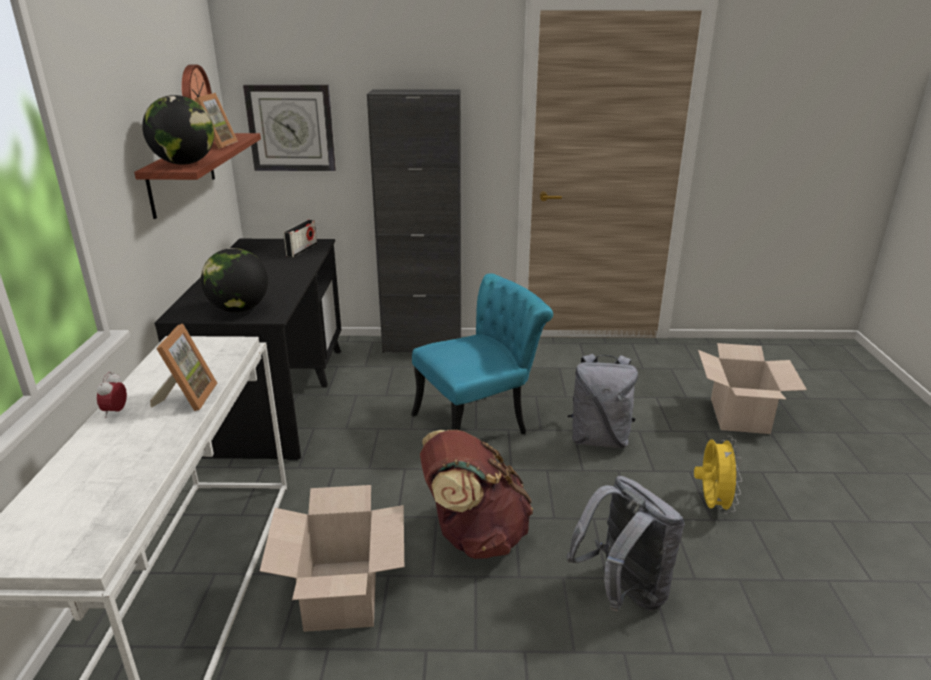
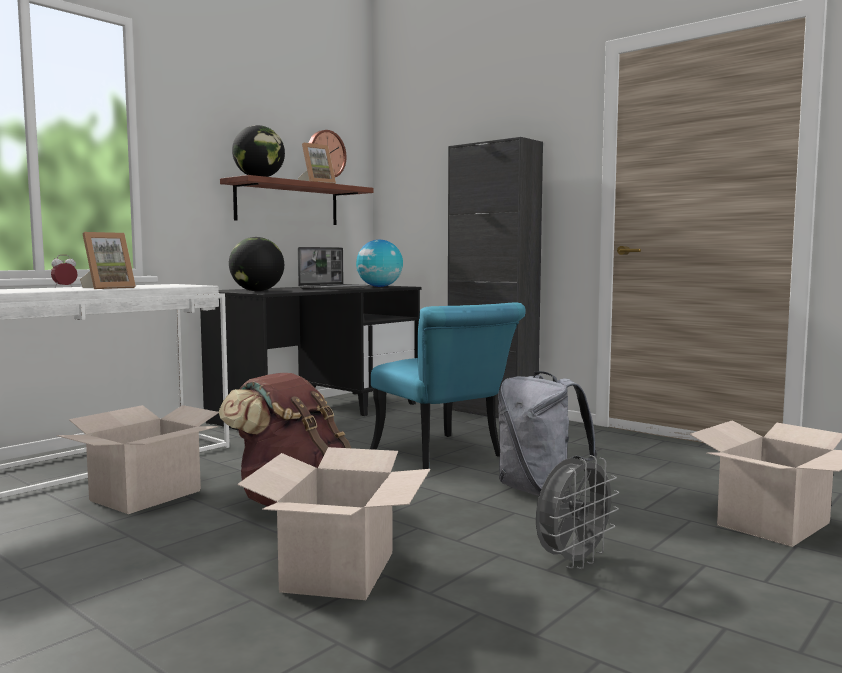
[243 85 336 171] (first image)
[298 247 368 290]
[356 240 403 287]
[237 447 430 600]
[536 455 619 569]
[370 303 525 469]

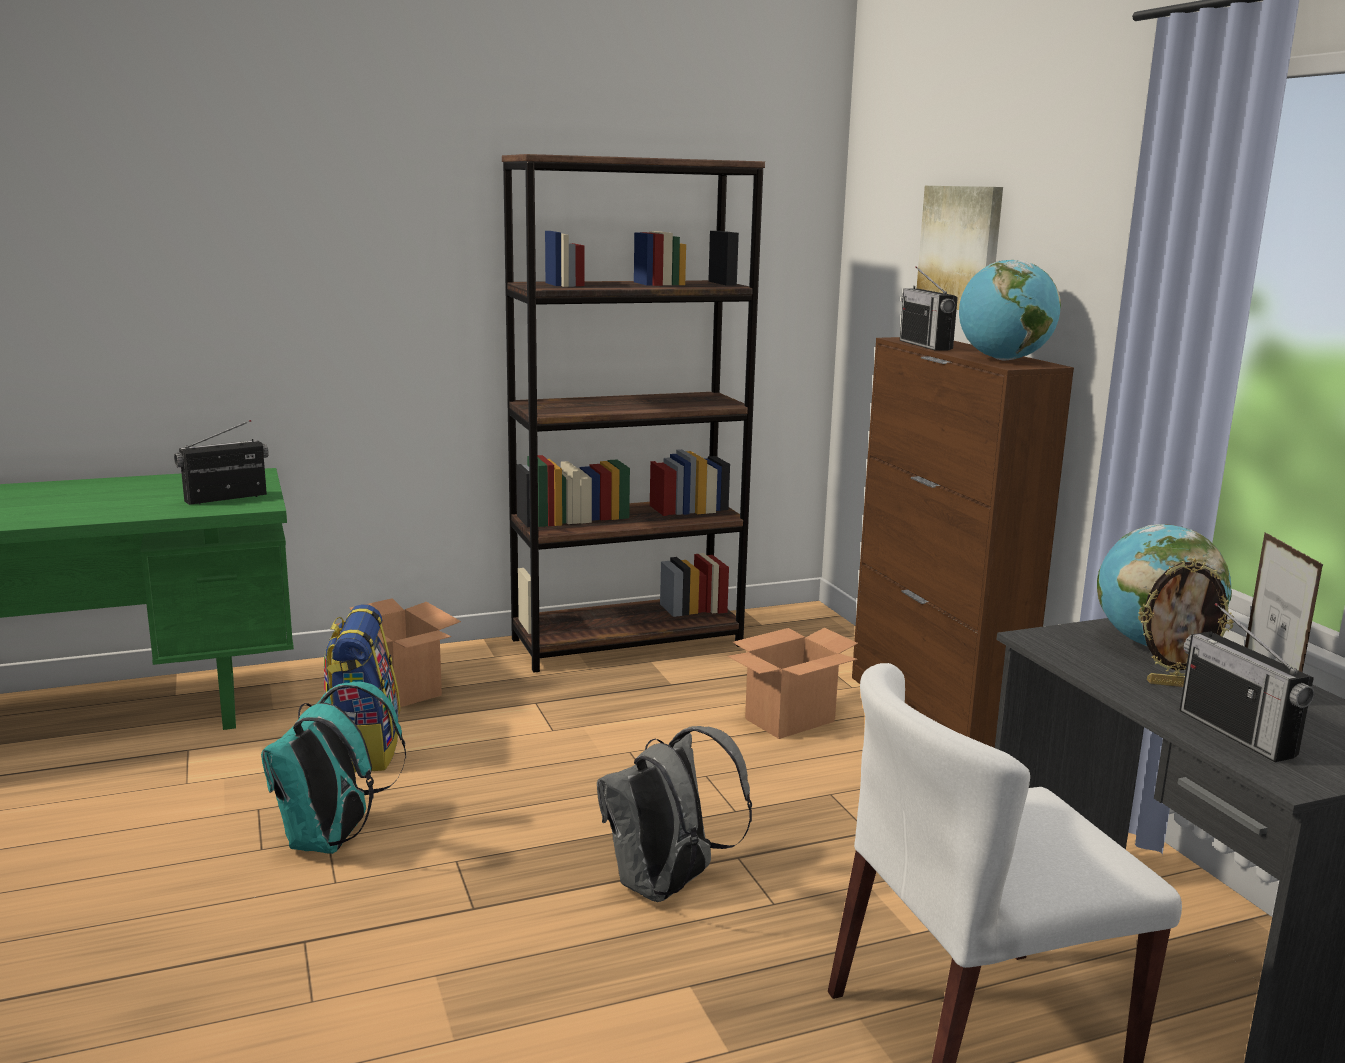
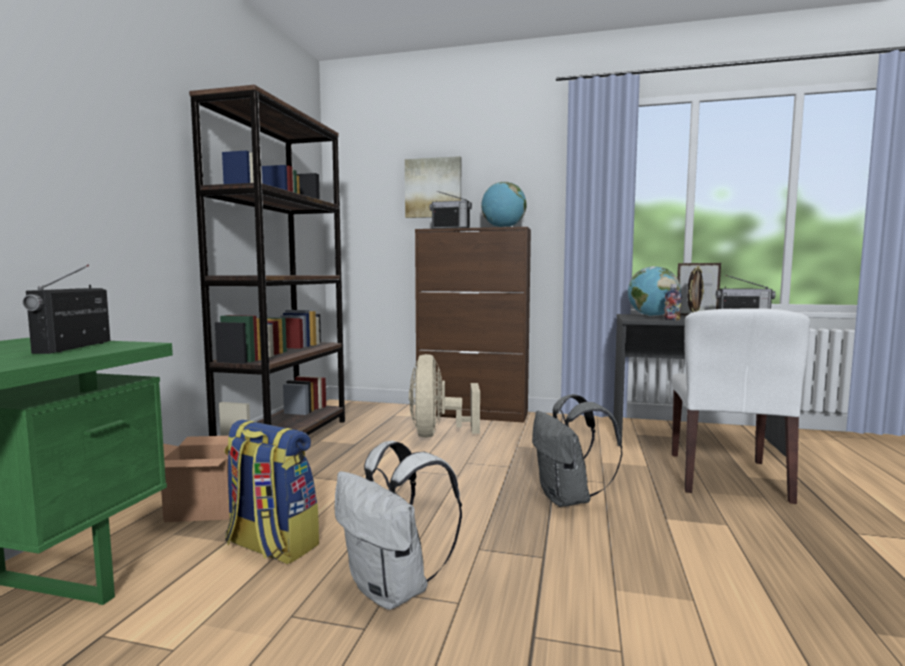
[664 284 682 321]
[409 354 480 438]
[334 441 462 610]

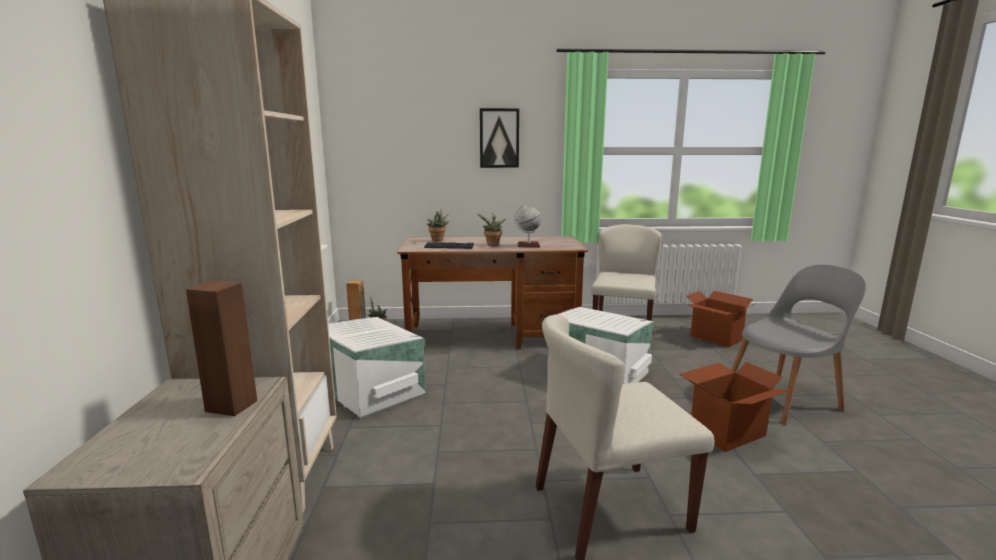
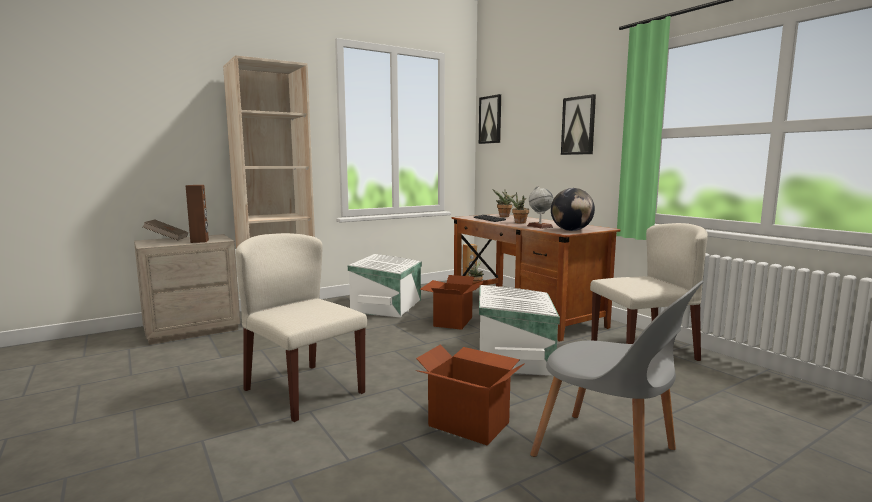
[143 220 188 240]
[479 94 501 144]
[551 188 595 231]
[420 275 485 330]

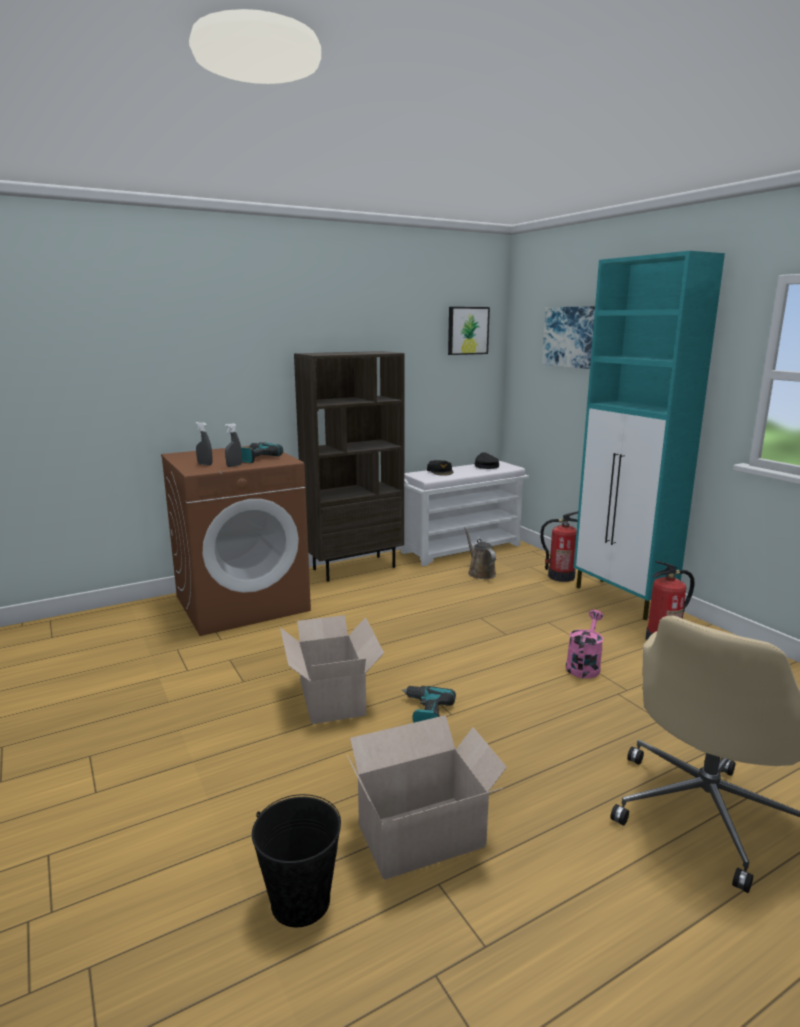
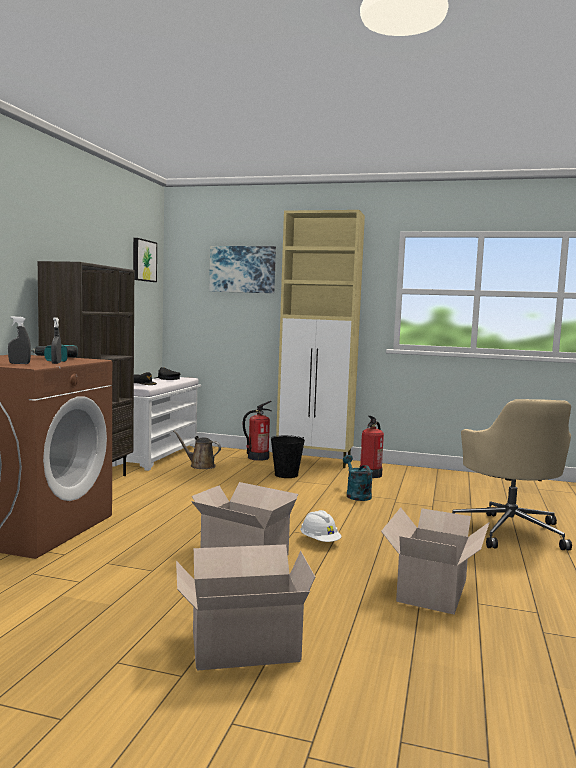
[176 544 315 671]
[271 435 305 478]
[300 510 342 542]
[343 455 373 501]
[276 210 365 468]

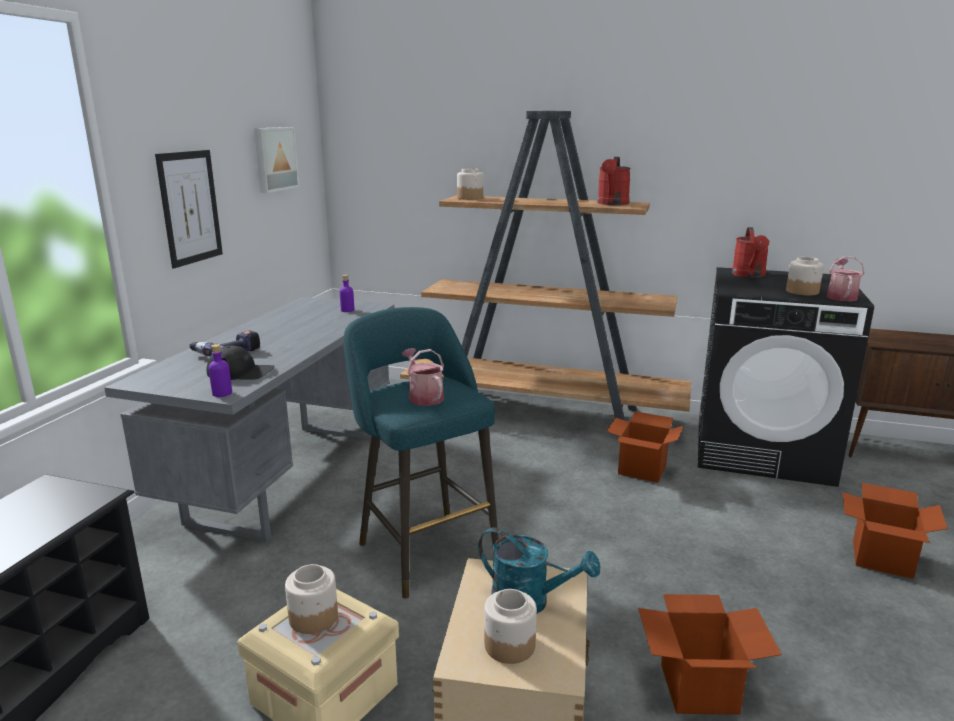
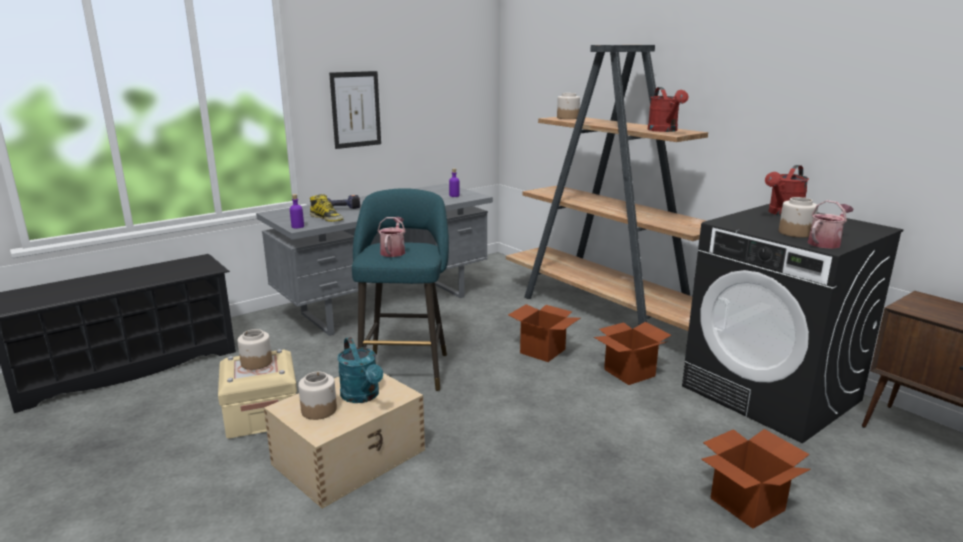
[254 127 300 193] (first image)
[508 304 580 362]
[310 194 343 222]
[647 87 688 132]

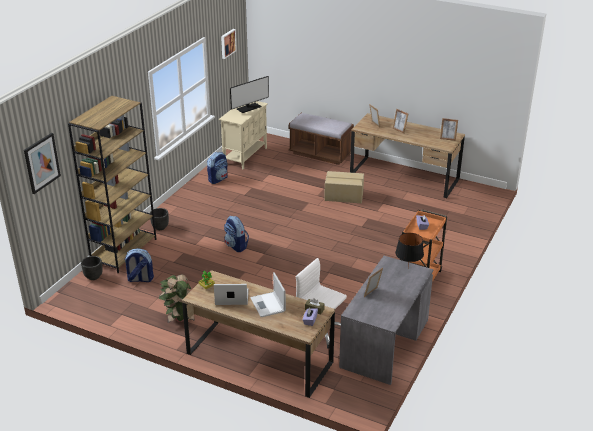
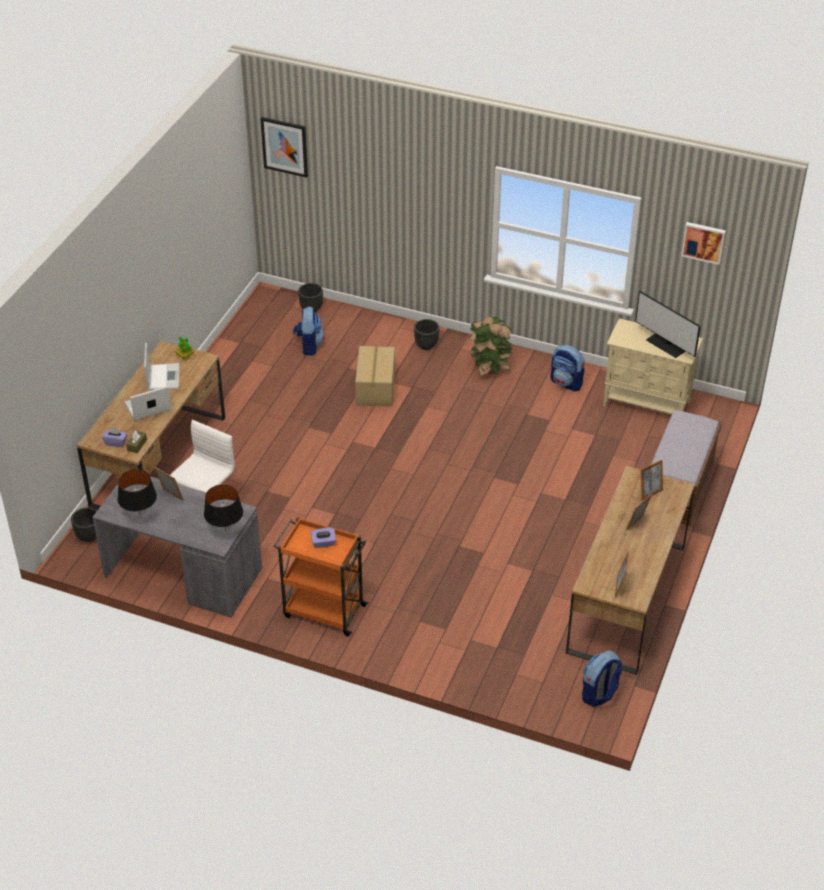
[68 96 157 273] (first image)
[71 507 97 542]
[118 469 157 516]
[468 316 513 377]
[582 650 623 707]
[355 346 395 407]

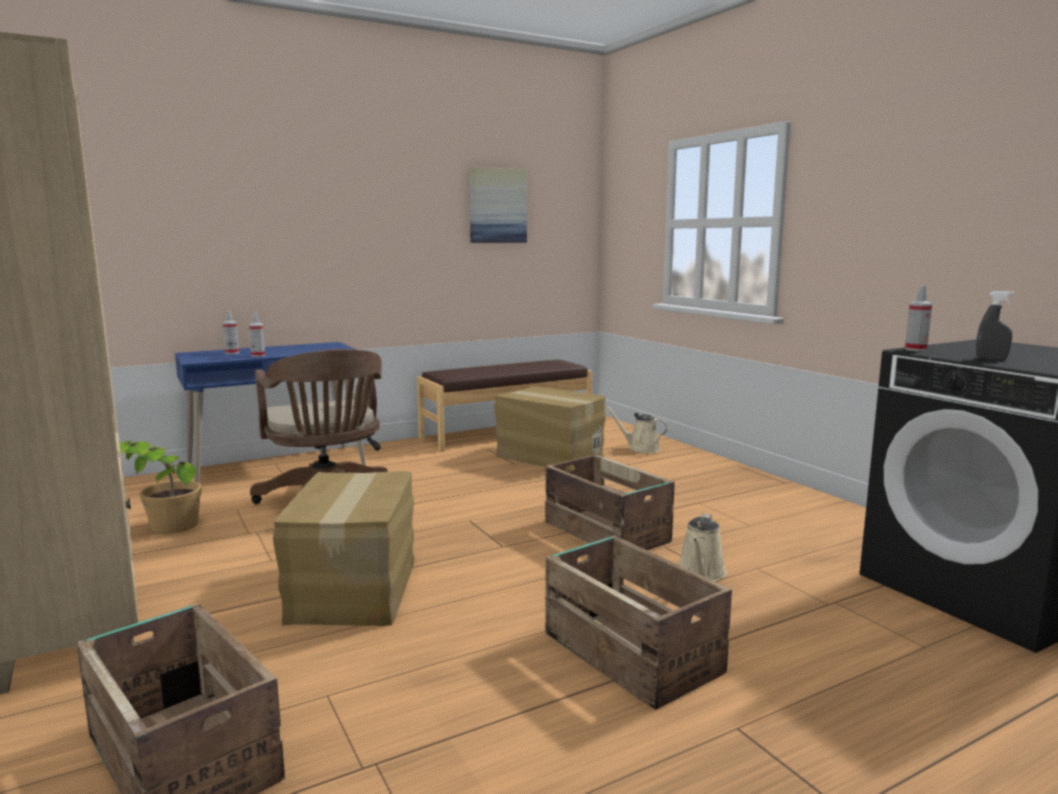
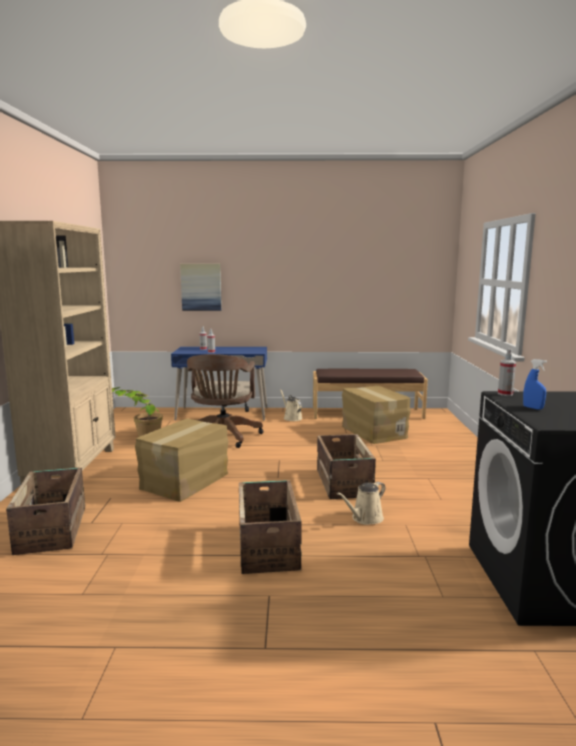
[180 264 222 311]
[280 389 302 421]
[523 359 547 410]

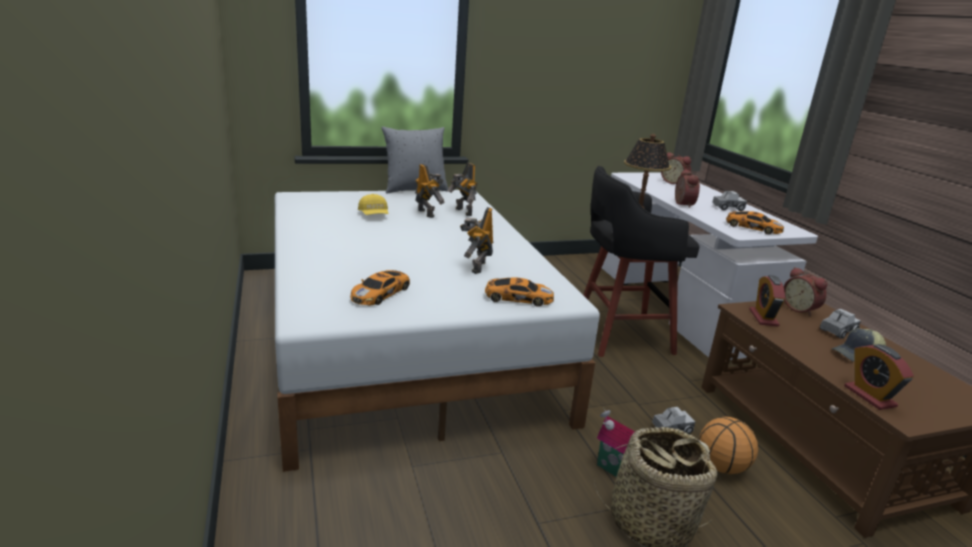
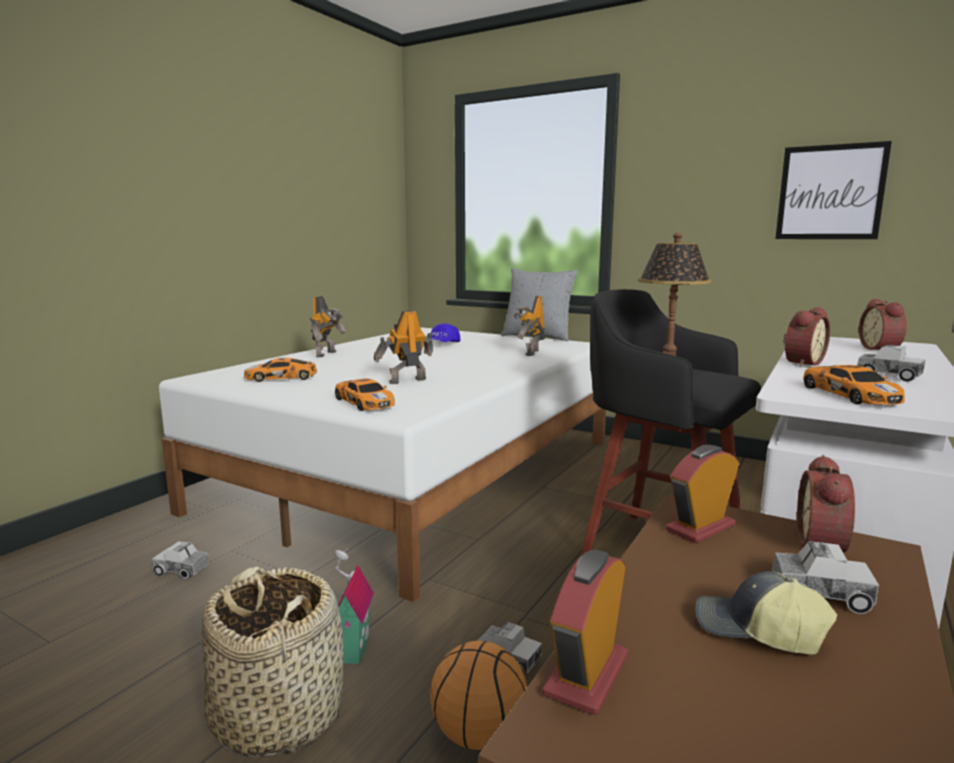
[152 541 210 580]
[775 141 892 239]
[310 296 346 357]
[431 324 461 342]

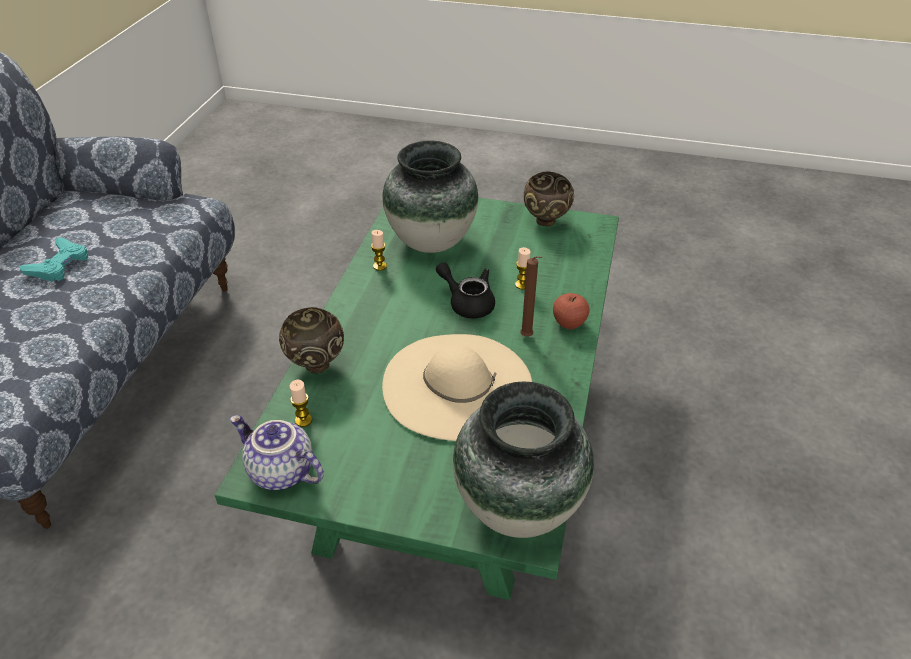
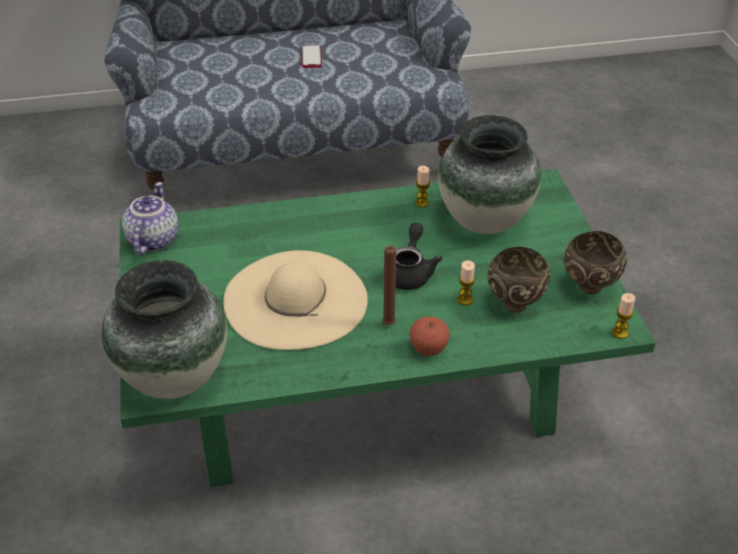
[488 247 550 312]
[612 293 636 339]
[301 45 322 68]

